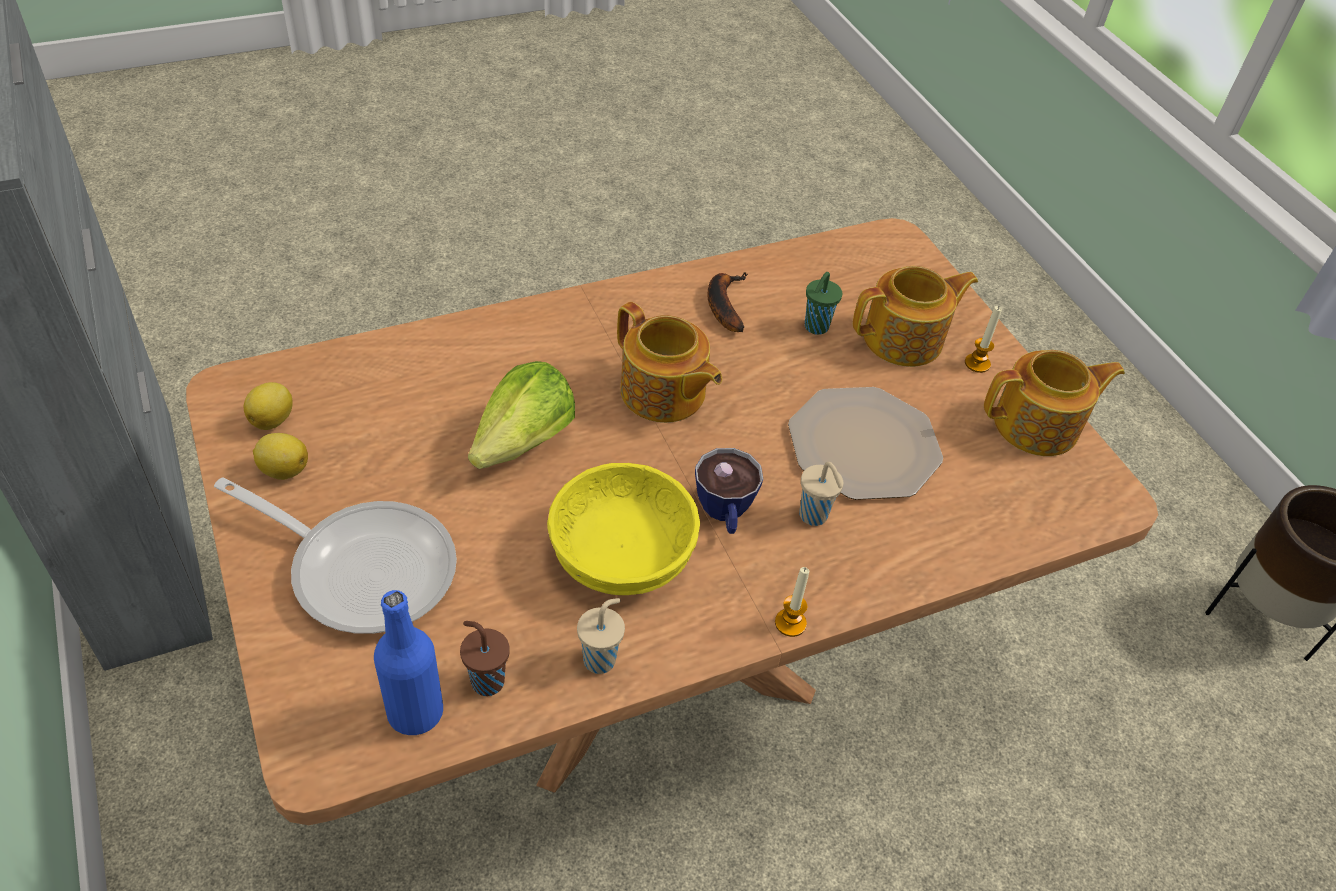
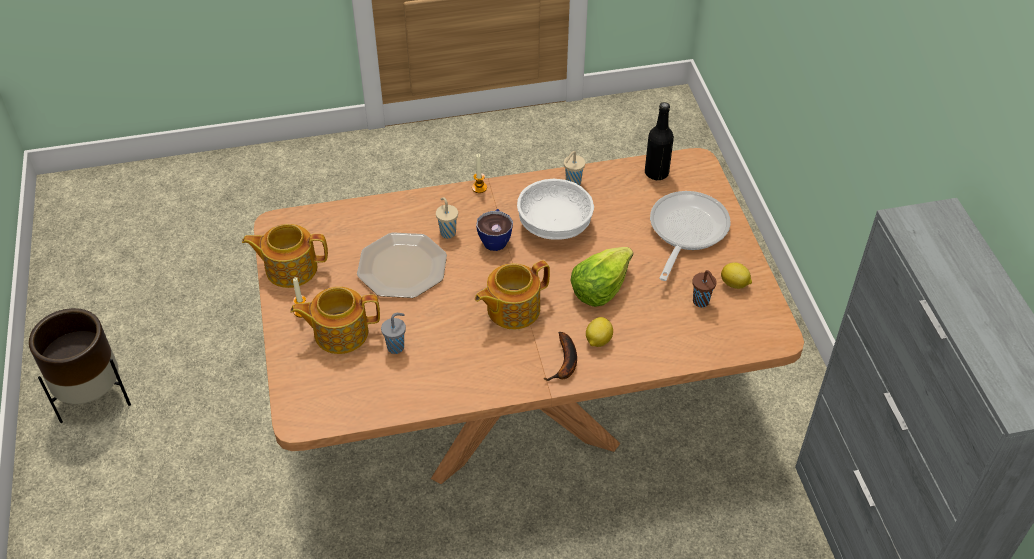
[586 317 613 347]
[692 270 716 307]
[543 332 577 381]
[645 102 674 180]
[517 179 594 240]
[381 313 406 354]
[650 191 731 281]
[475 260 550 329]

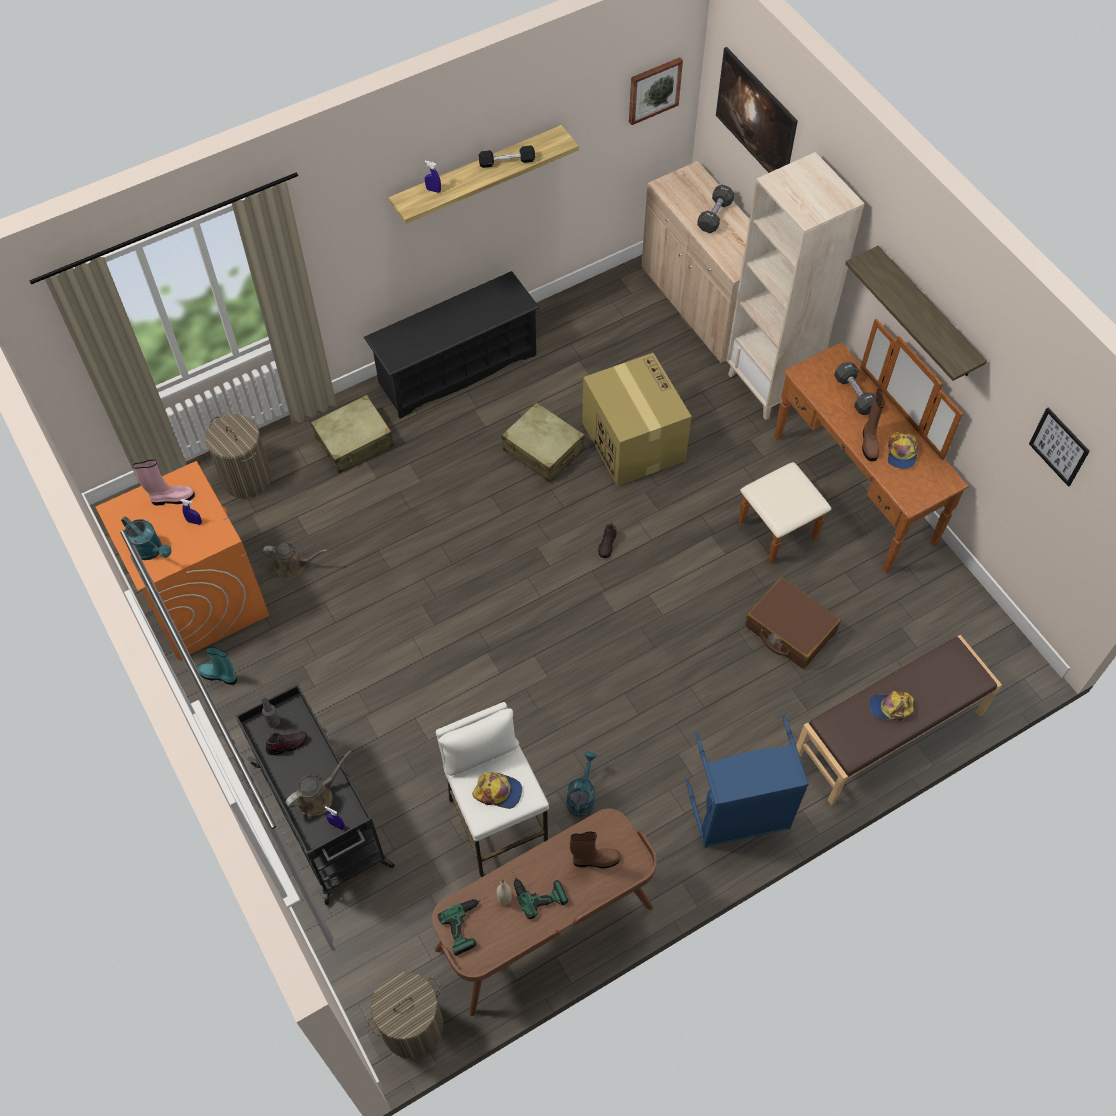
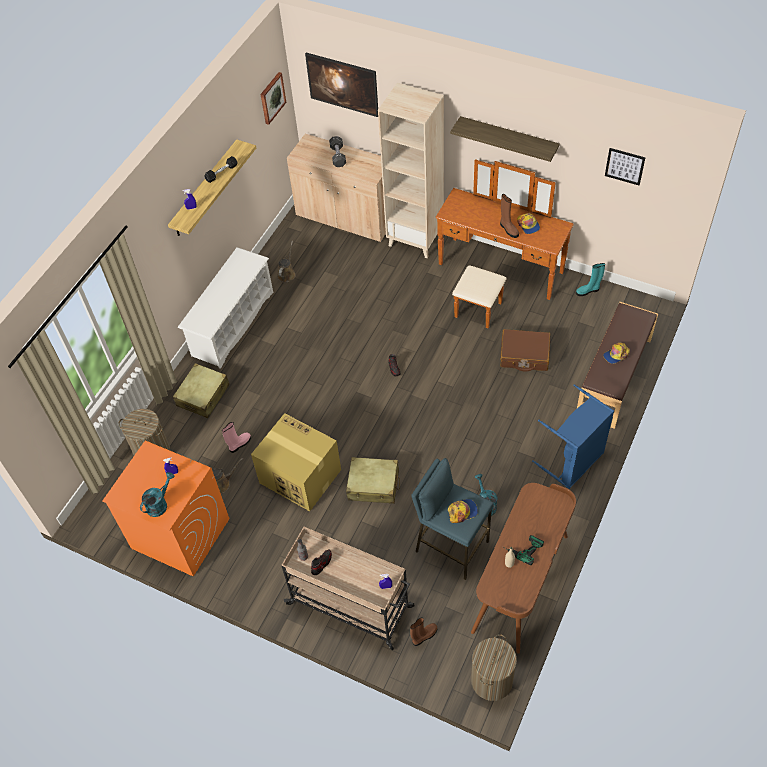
[438 897 488 956] (first image)
[834 362 875 415] (first image)
[222 422 251 453]
[576 263 605 296]
[277 241 296 283]
[346 457 400 504]
[410 617 437 646]
[251 413 341 511]
[281 527 415 650]
[177 247 273 369]
[411 458 494 580]
[140 472 175 517]

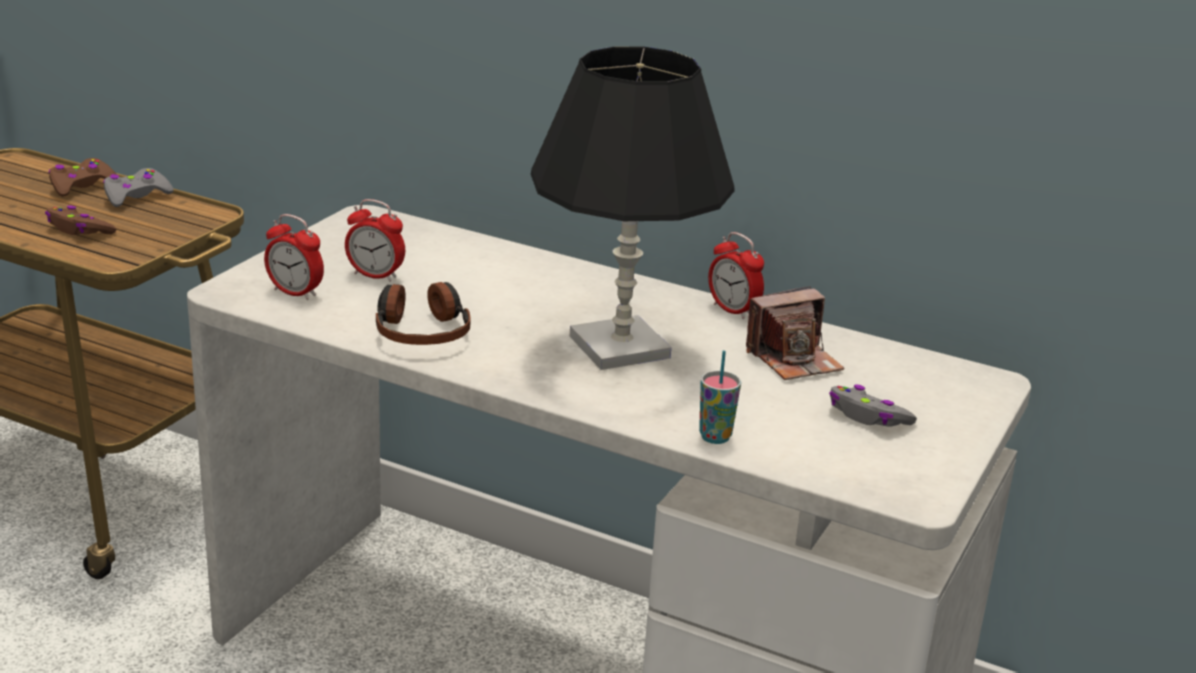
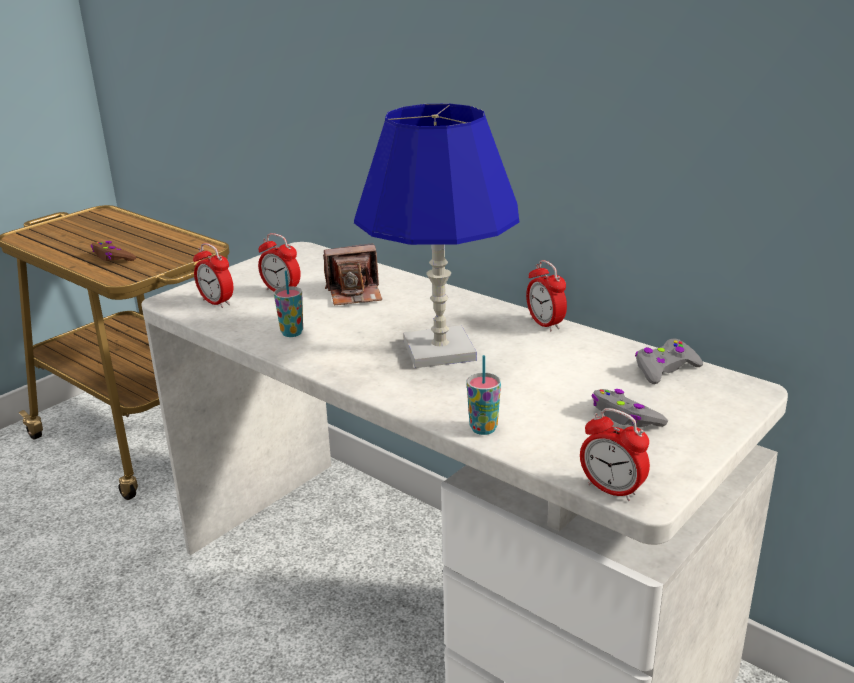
[48 158 117 197] (first image)
[580 408 650 501]
[635 339 703 384]
[323 243 382 305]
[274 271 303 337]
[354 103 519 368]

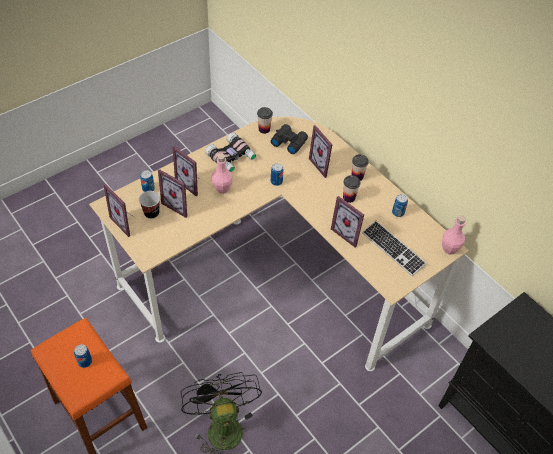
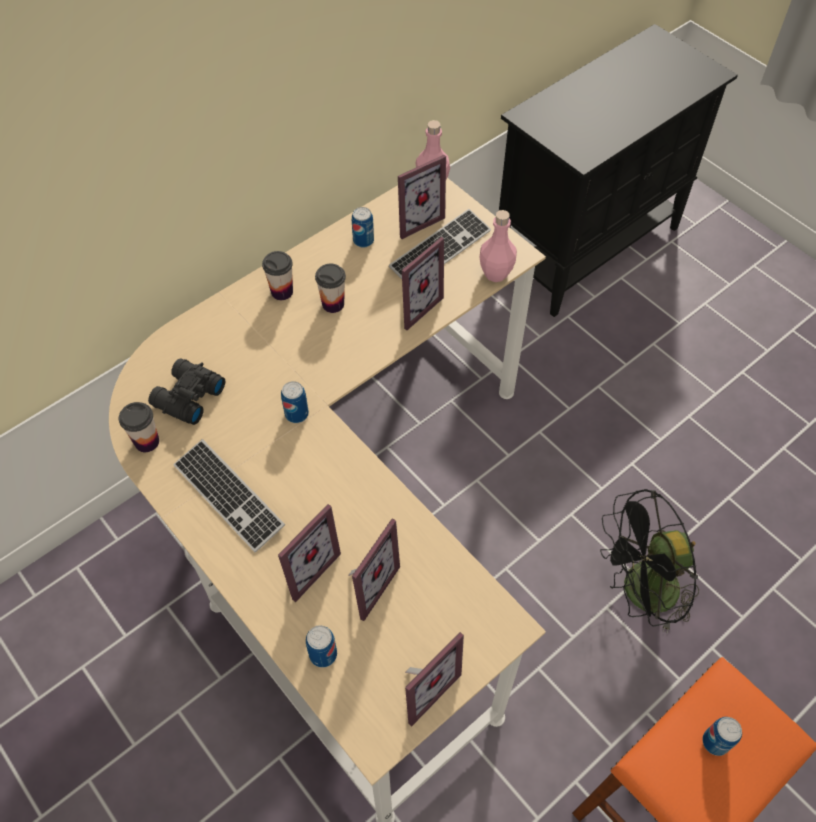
[139 191 160 219] (first image)
[479 210 517 282]
[398 155 446 239]
[173 439 285 553]

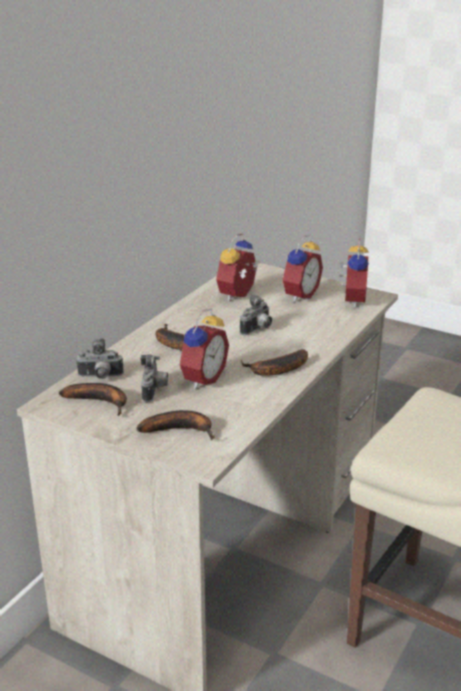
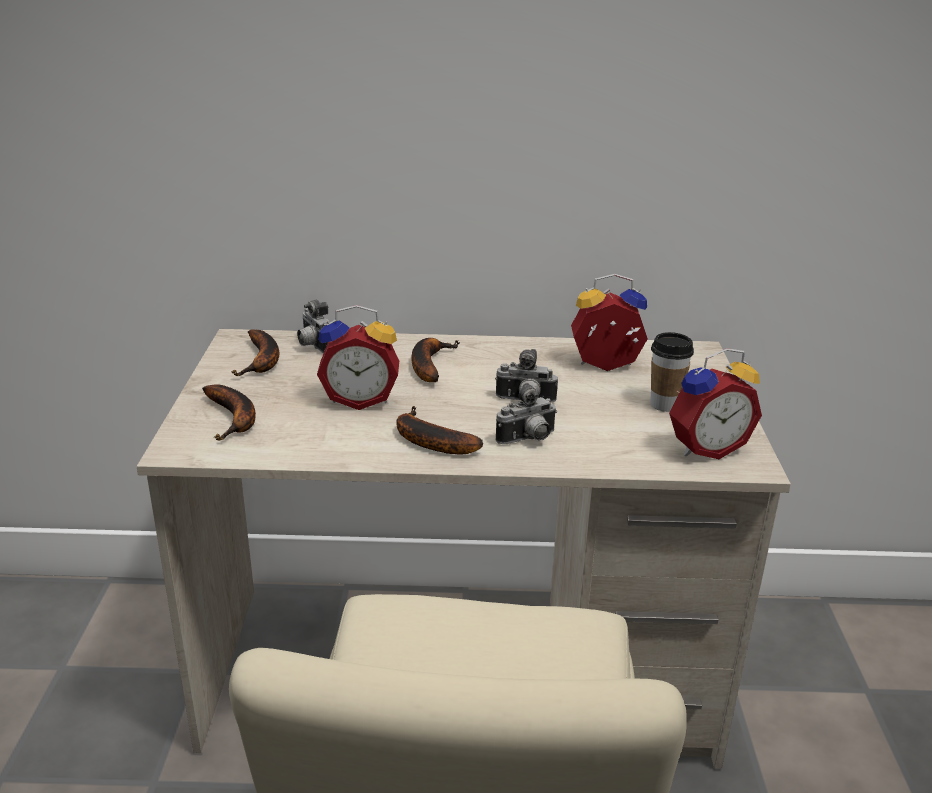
[495 383 557 444]
[650 332 694 412]

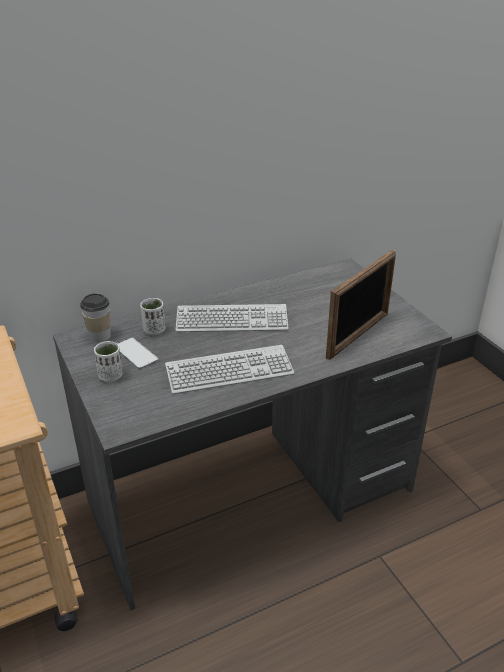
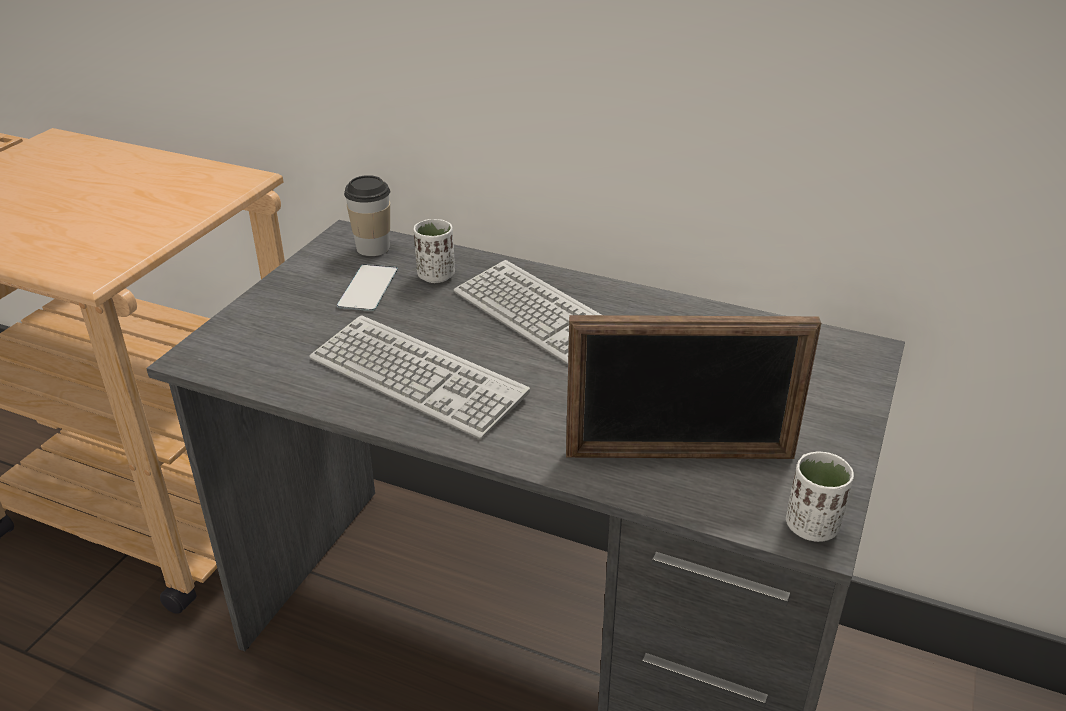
[786 452 854 542]

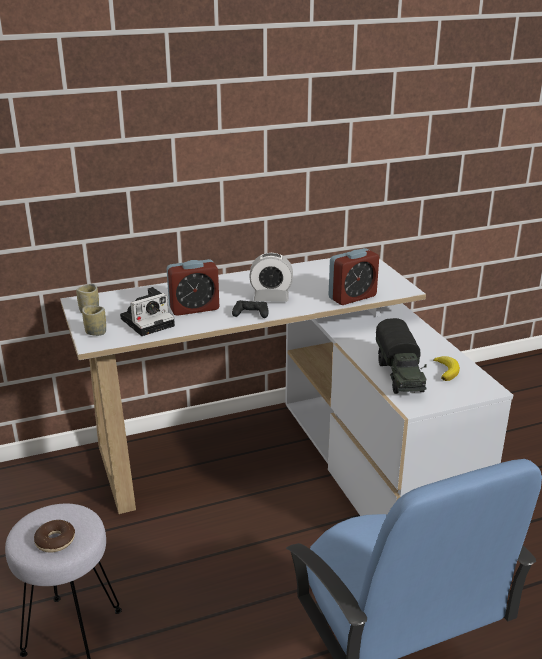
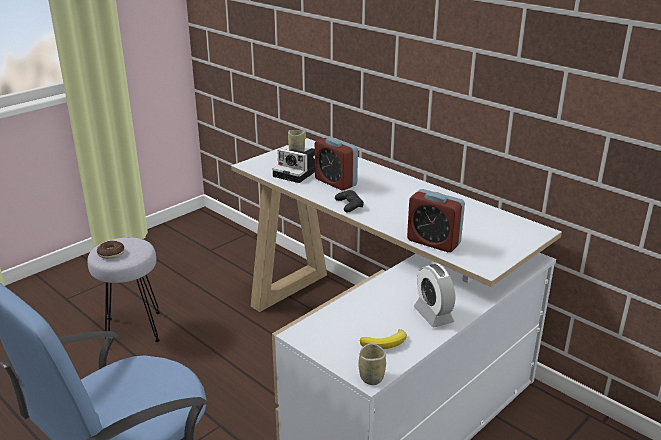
[376 318 427 394] (first image)
[358 344 386 385]
[414 264 455 327]

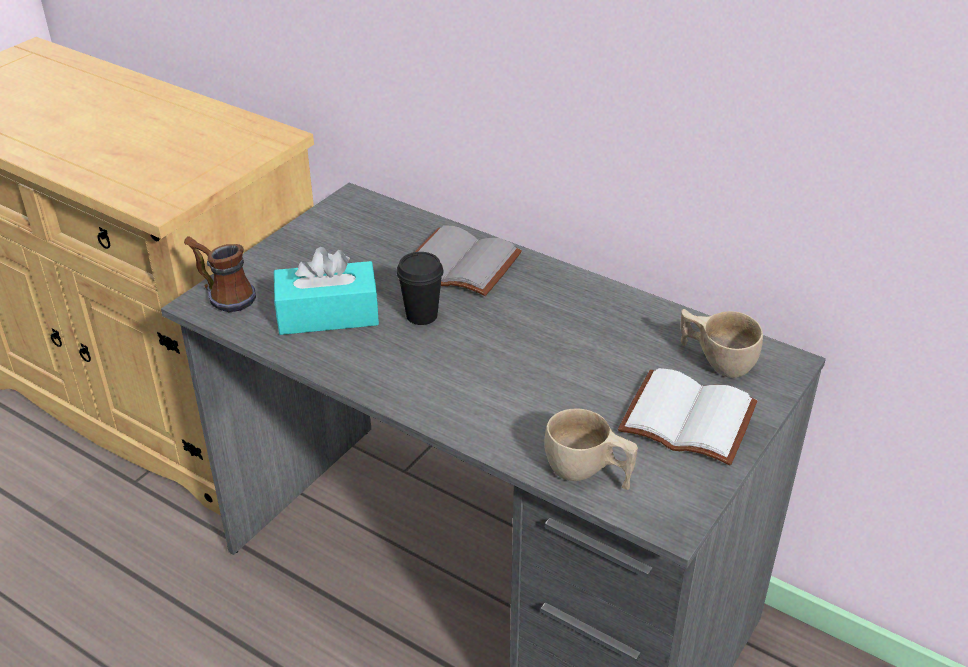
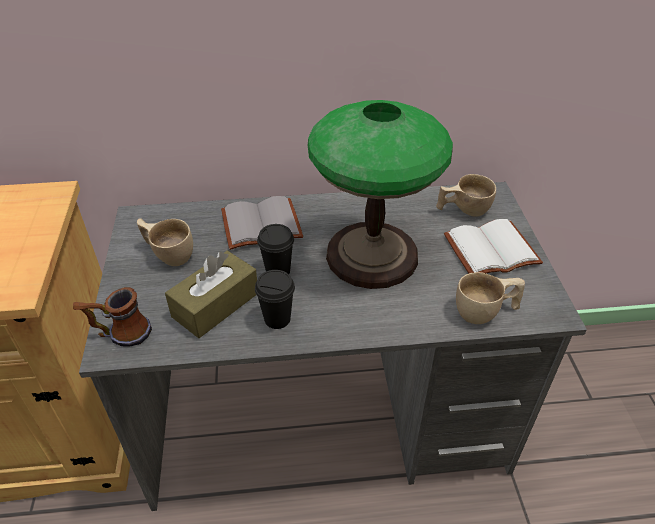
[137 218 193 266]
[255 270 295 329]
[308 100 453 289]
[165 251 257 338]

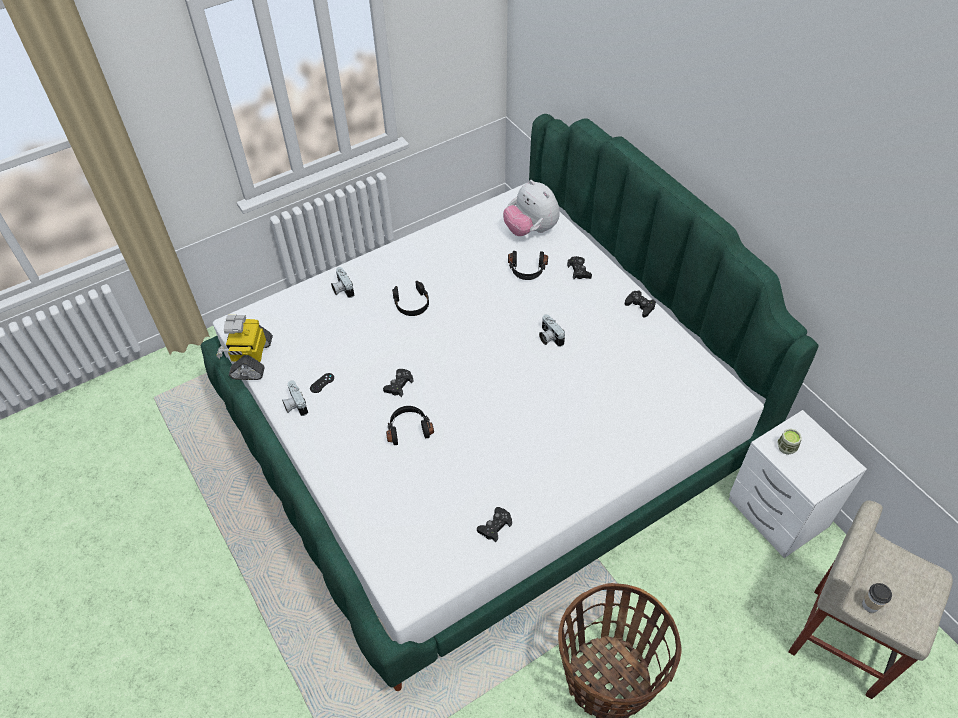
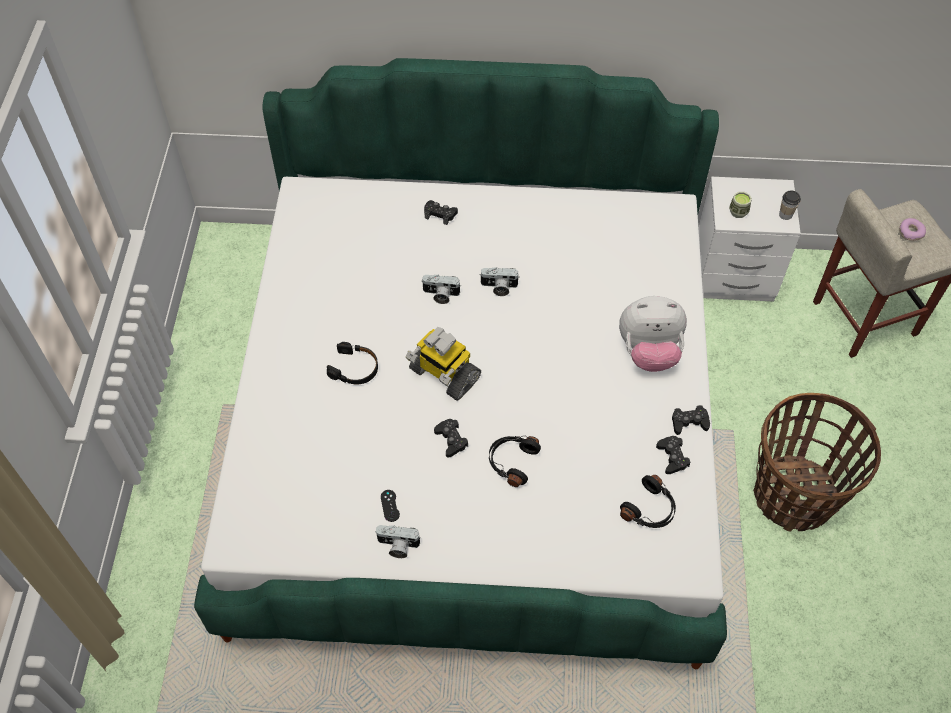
[899 218 926 241]
[406 327 481 401]
[421 274 461 304]
[619 296 687 372]
[620 475 676 528]
[672 405 710 435]
[779 191 801 220]

